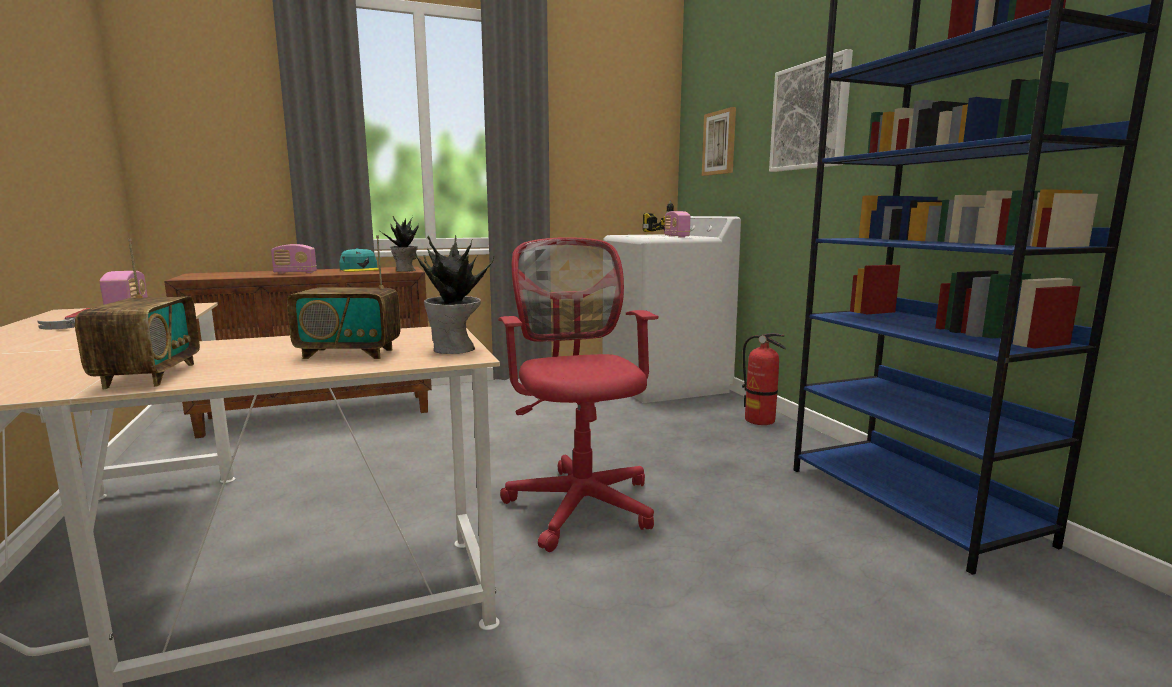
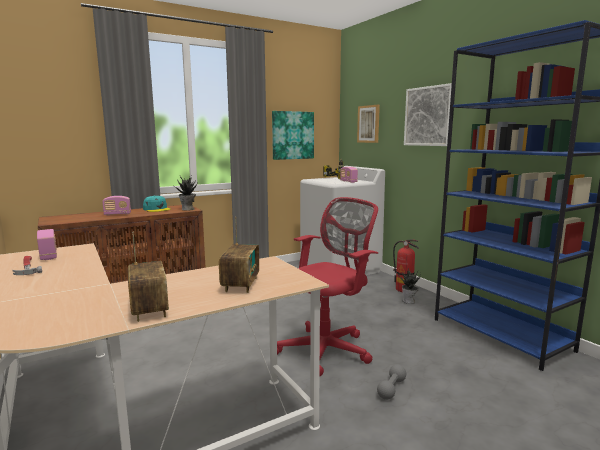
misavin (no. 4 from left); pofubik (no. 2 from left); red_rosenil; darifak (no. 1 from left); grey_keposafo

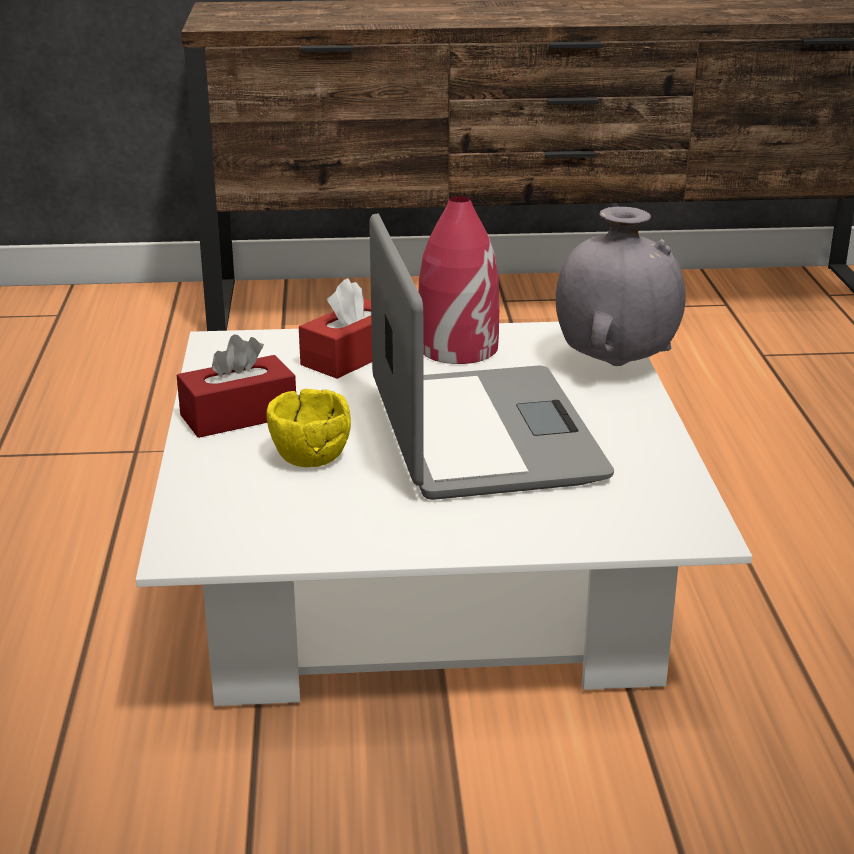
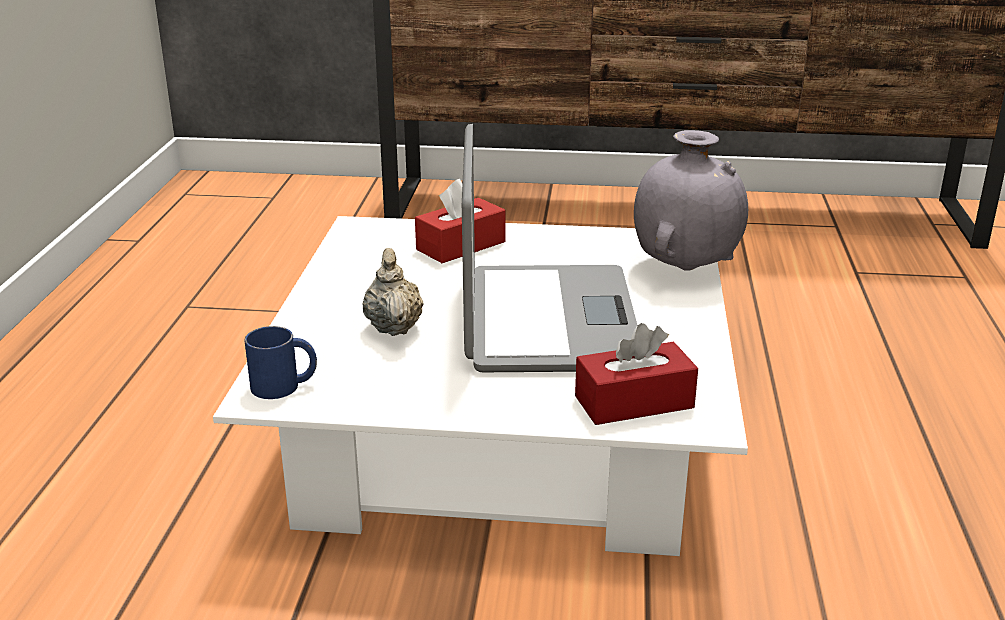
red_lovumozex (no. 2 from left); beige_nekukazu; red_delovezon; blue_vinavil

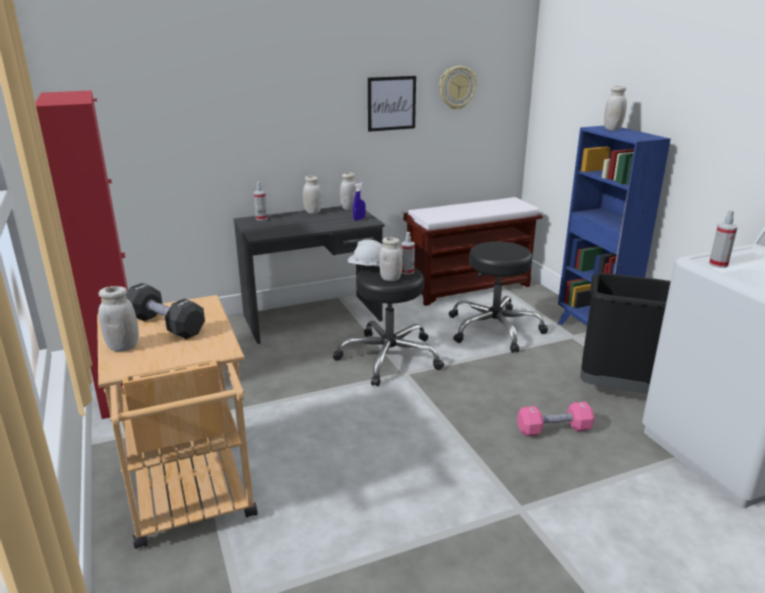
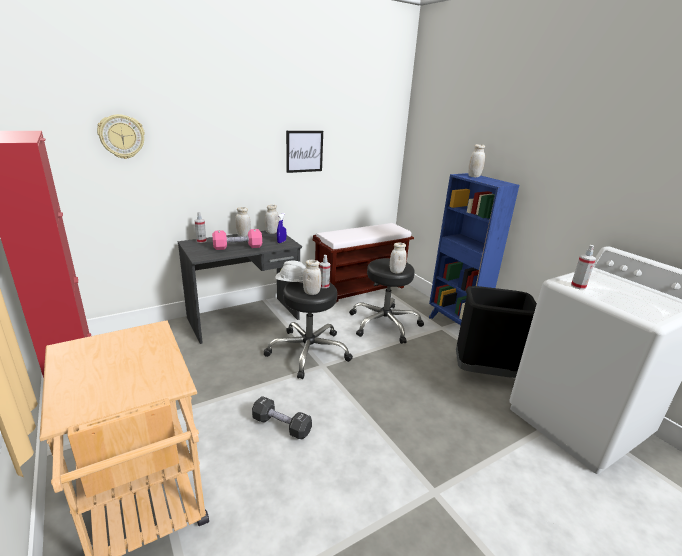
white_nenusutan (no. 4 from left); black_keposafo; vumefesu; pink_keposafo

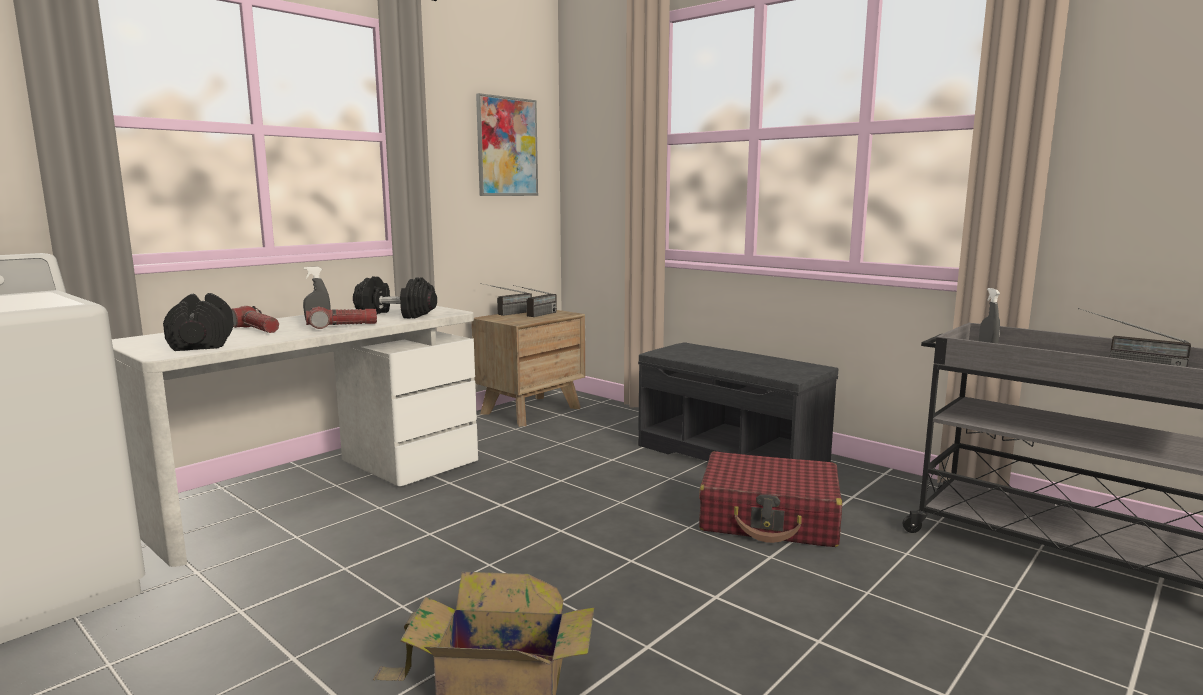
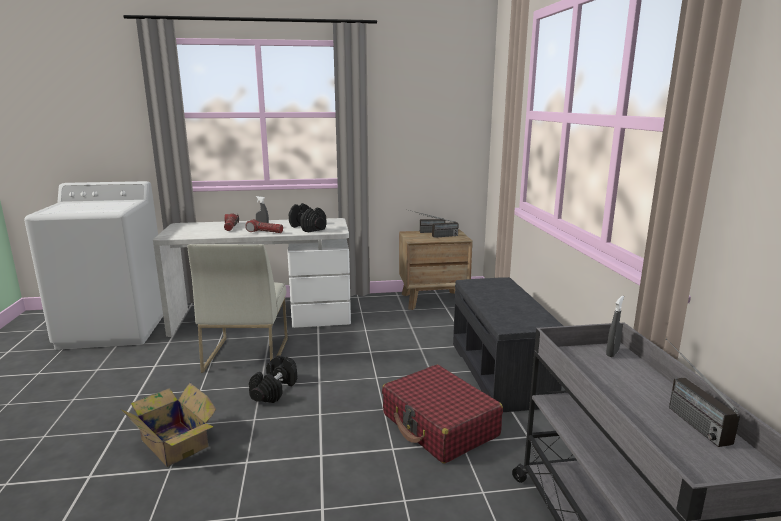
black_keposafo (no. 1 from left); darifak; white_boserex

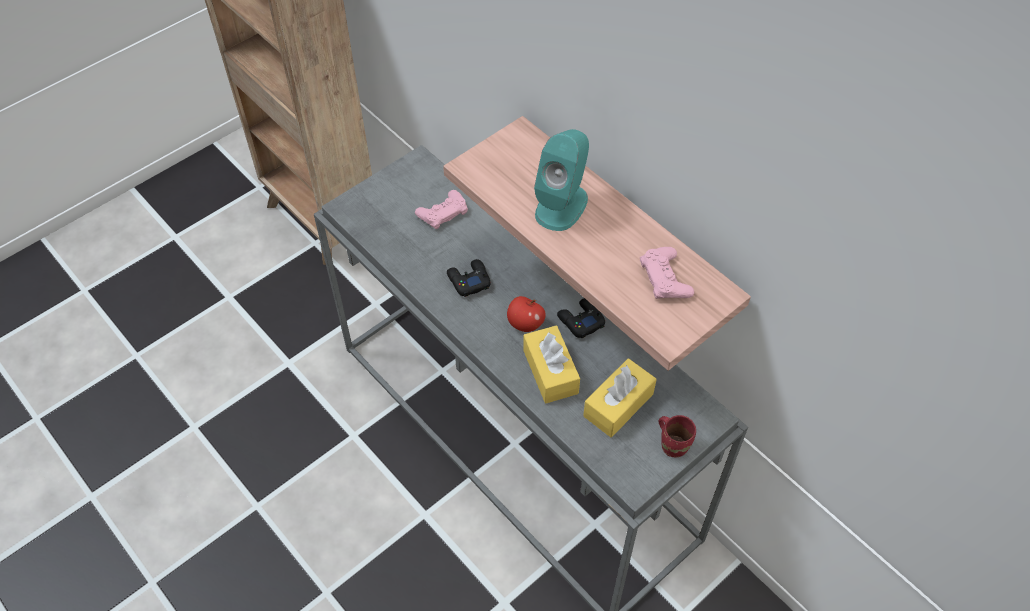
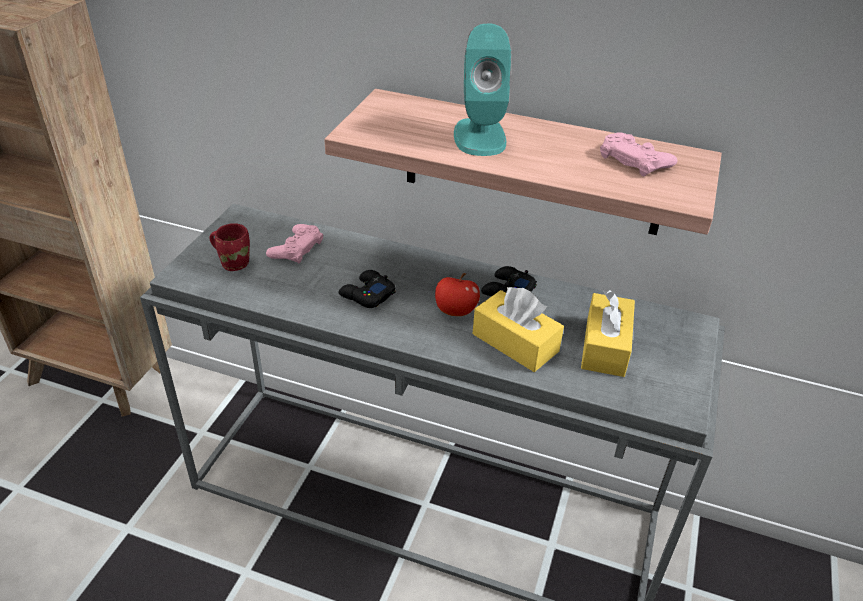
red_vinavil

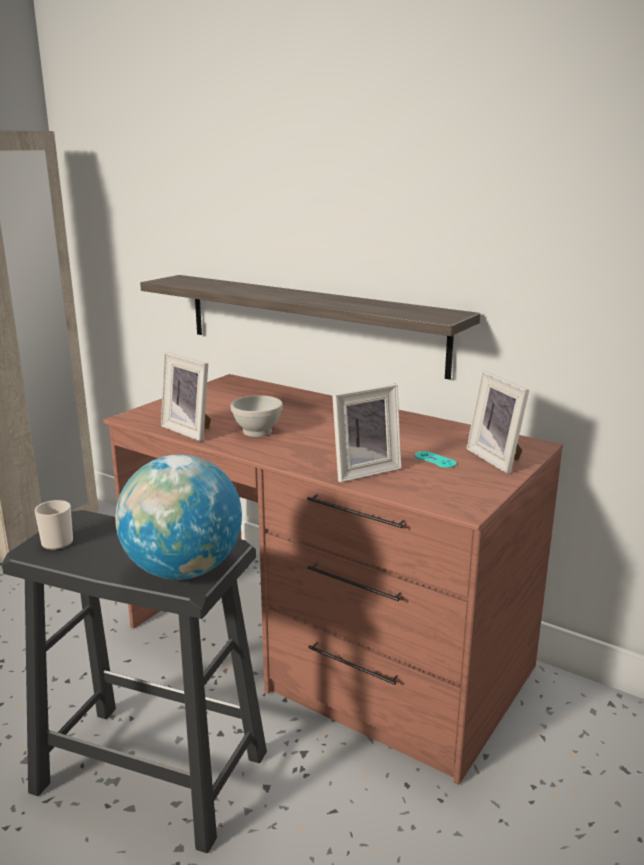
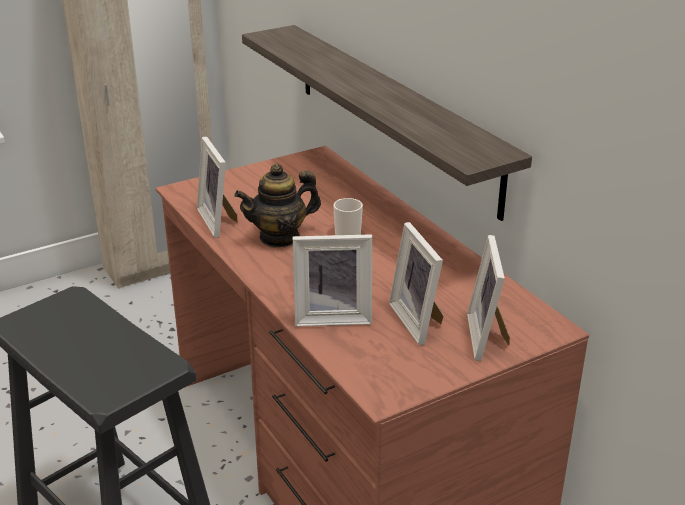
vinavil; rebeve; nekukazu; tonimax (no. 3 from left)

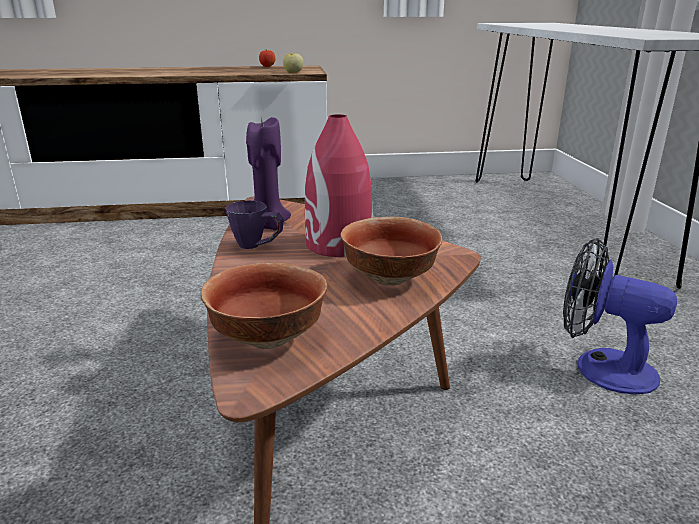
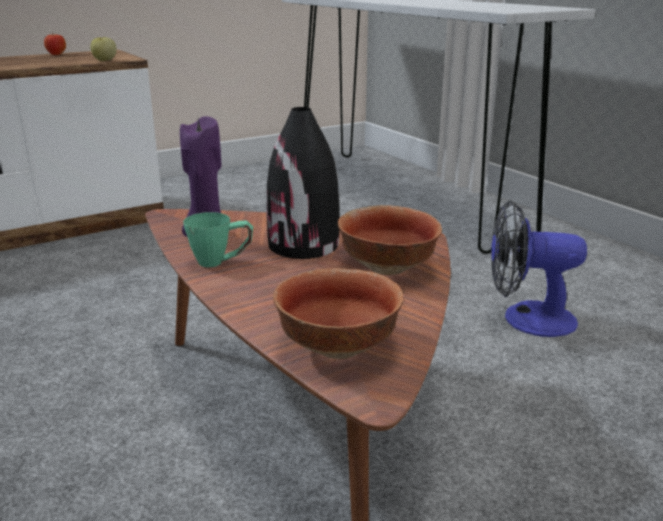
green_vinavil; black_delovezon

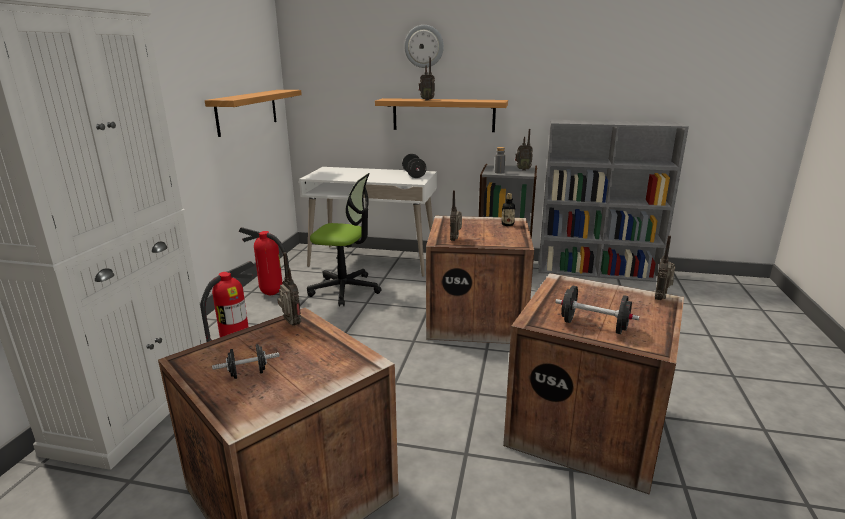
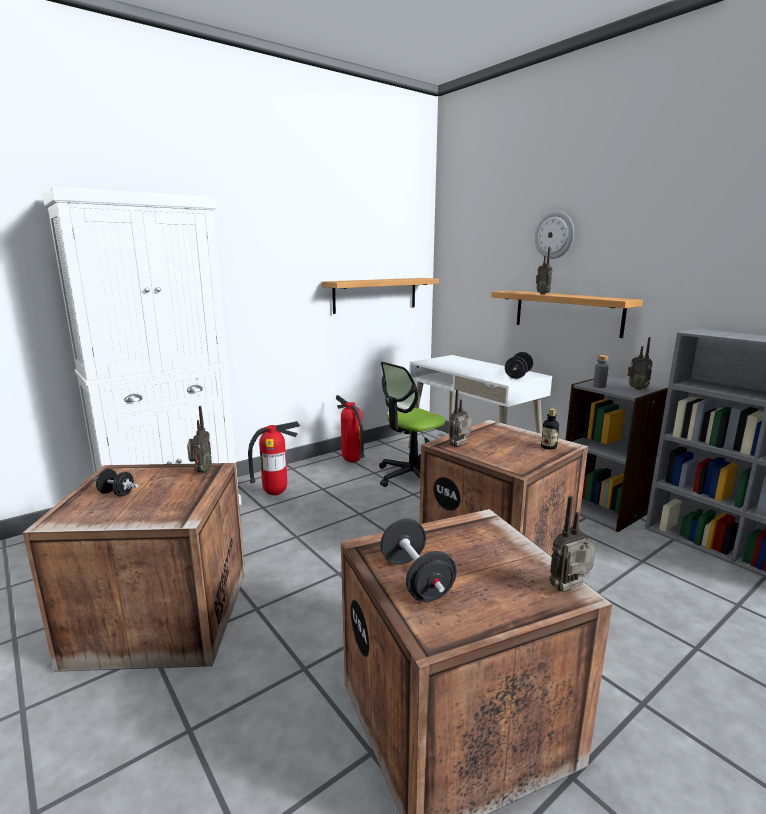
rosenil

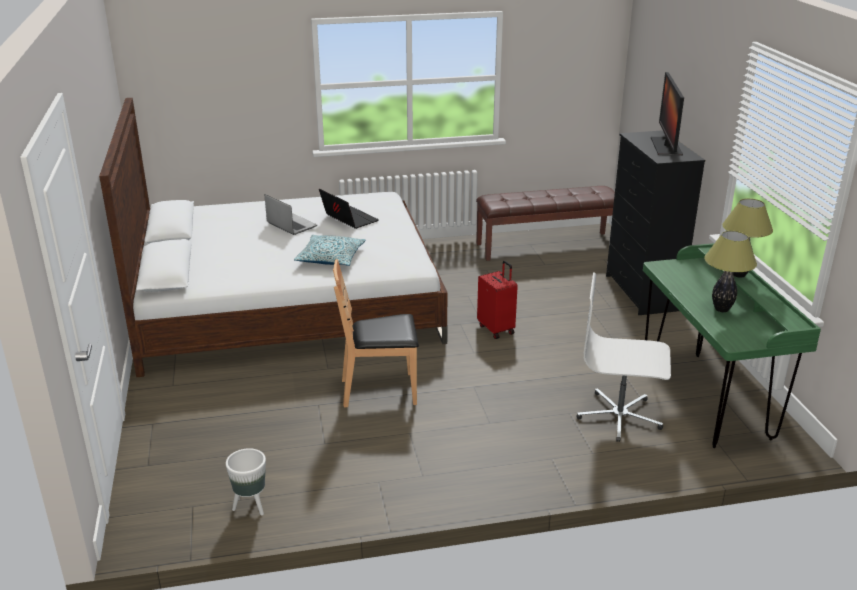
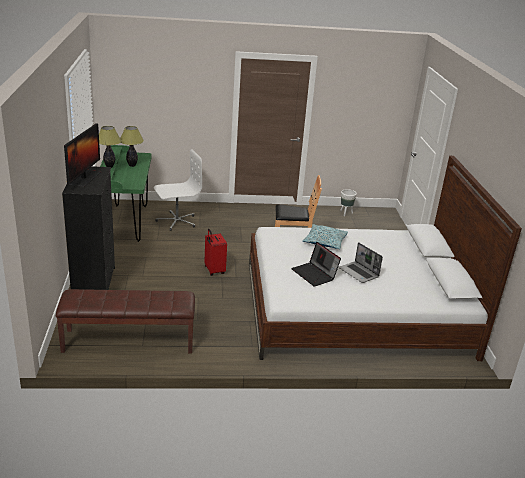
white_rosenil

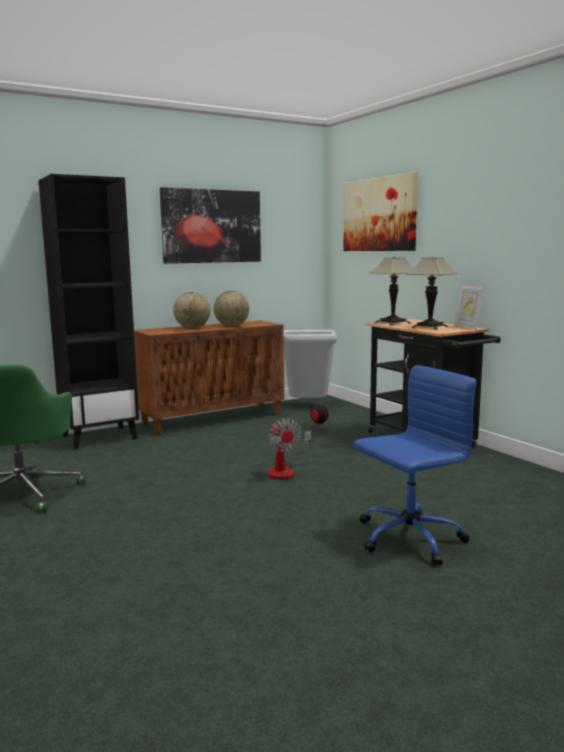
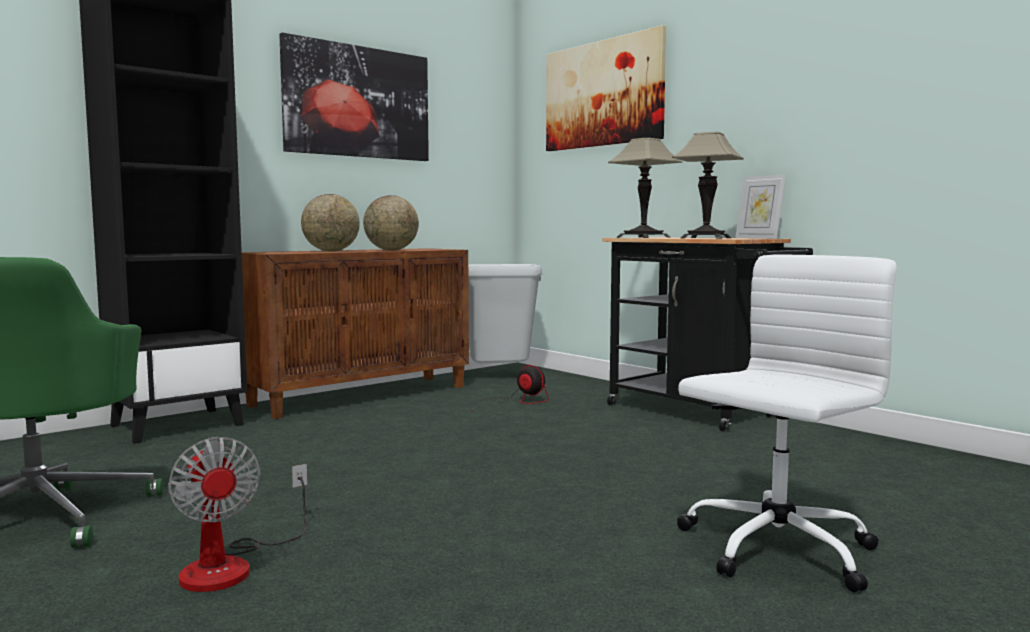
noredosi (no. 1 from left); white_rosenil

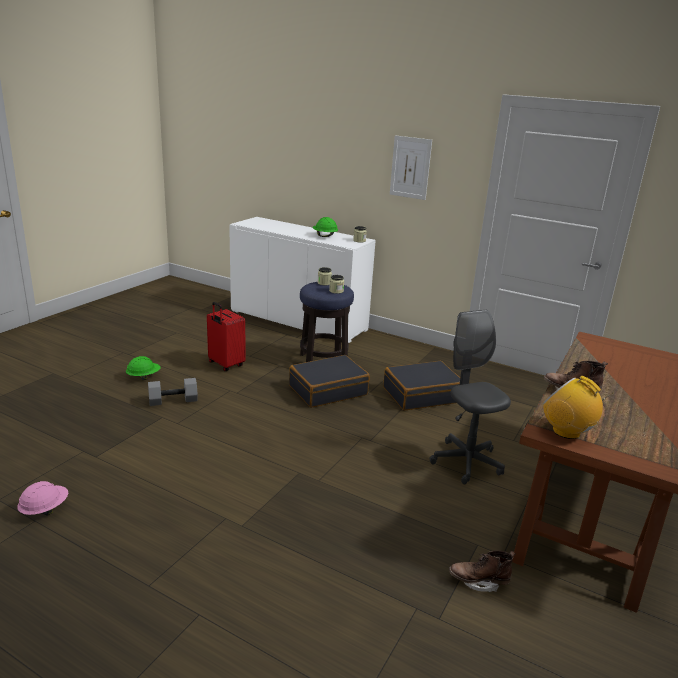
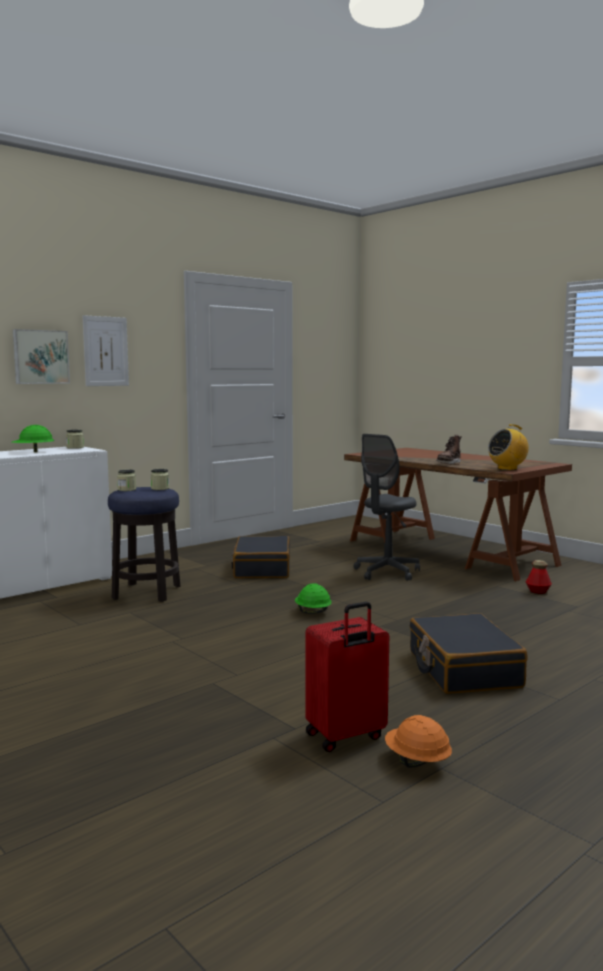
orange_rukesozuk; green_rukesozuk (no. 2 from left); grey_keposafo; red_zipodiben; black_zipodiben (no. 2 from left); grey_rosenil; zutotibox; darifak (no. 1 from left)

